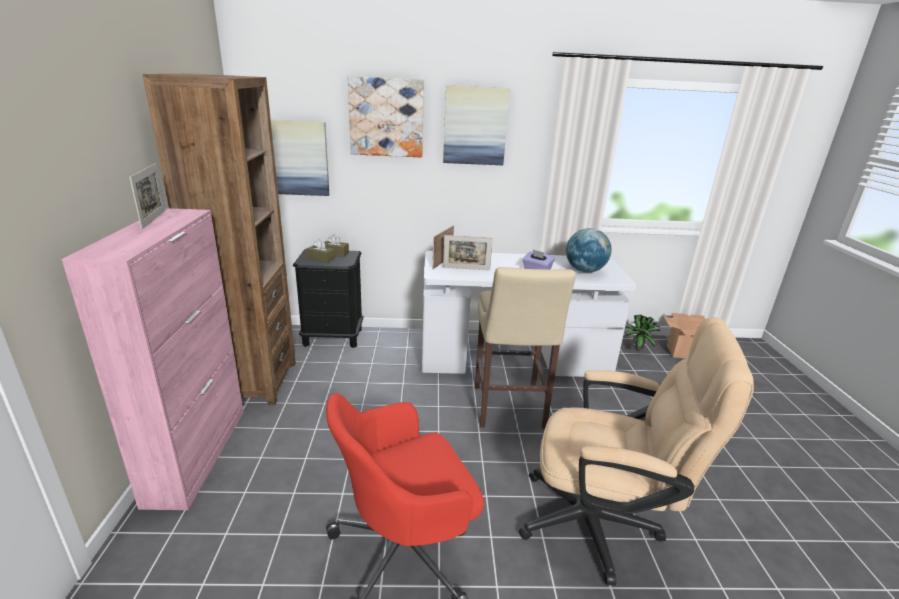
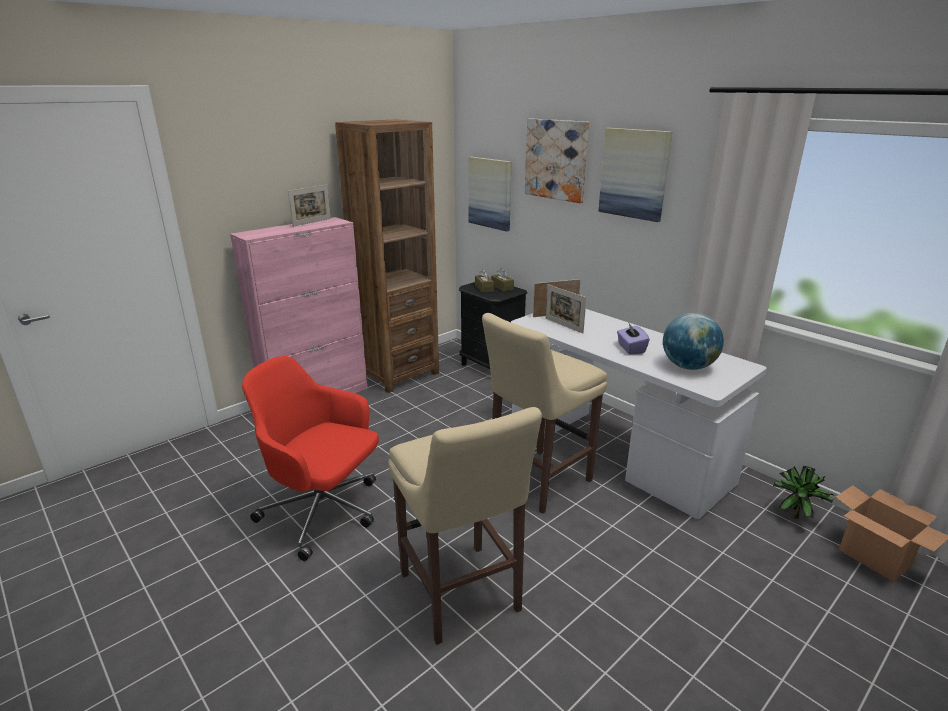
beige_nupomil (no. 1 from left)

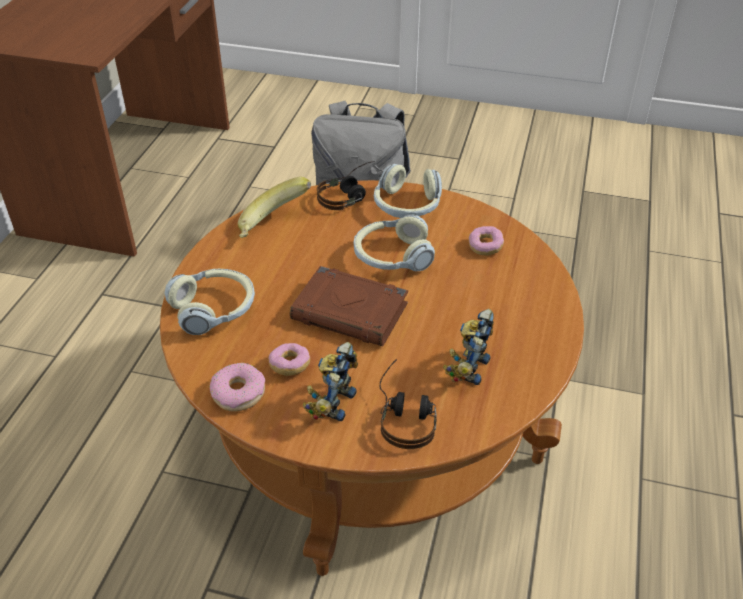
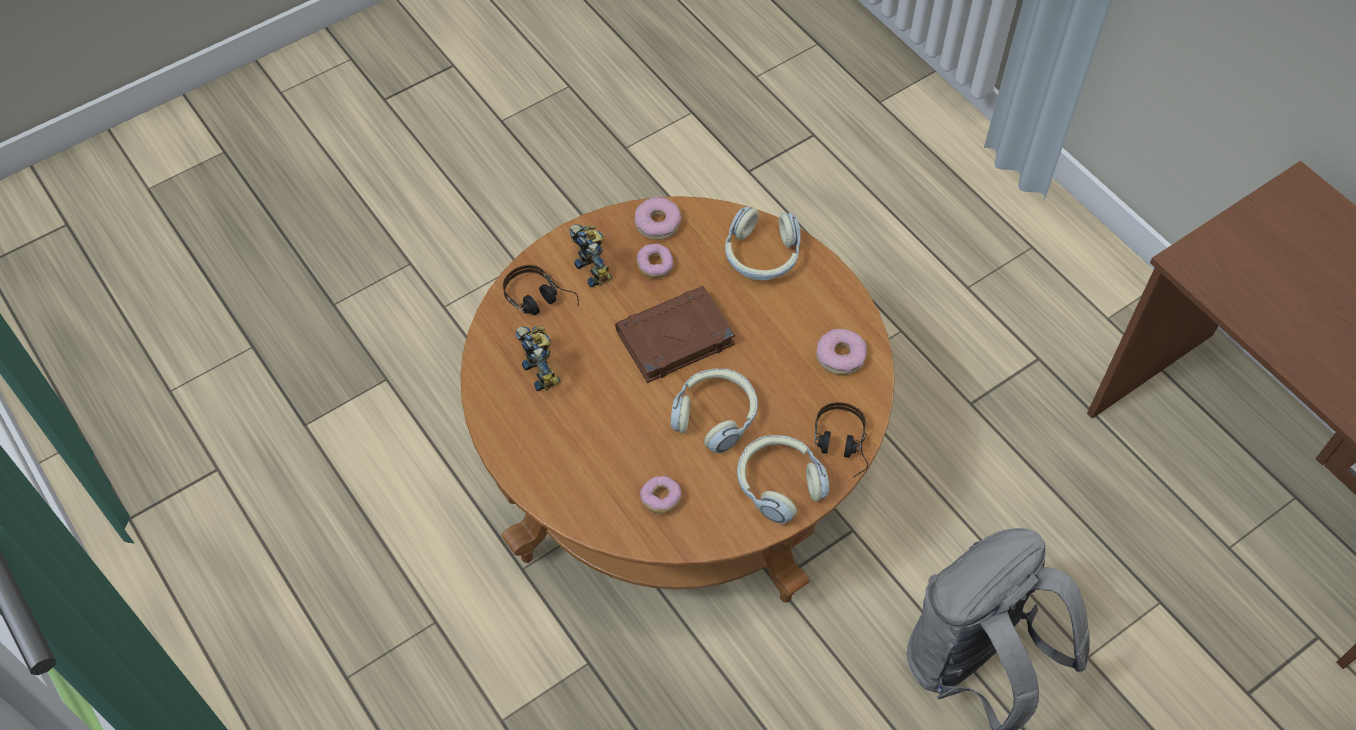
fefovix (no. 4 from left)

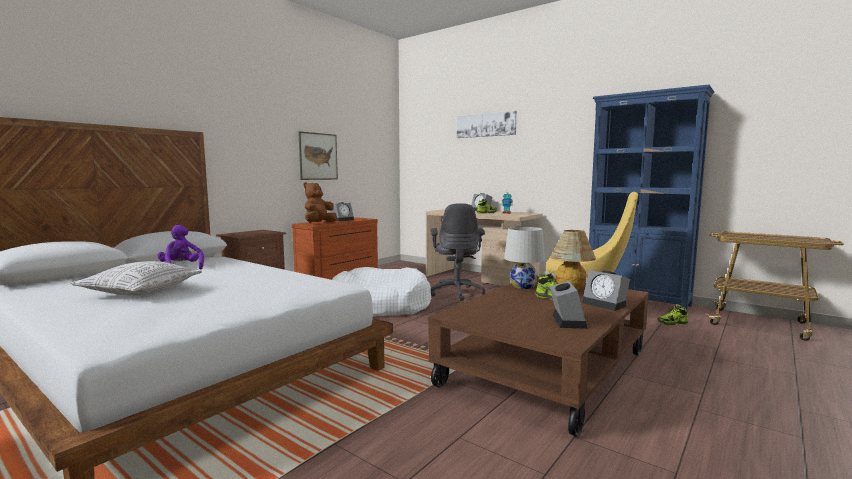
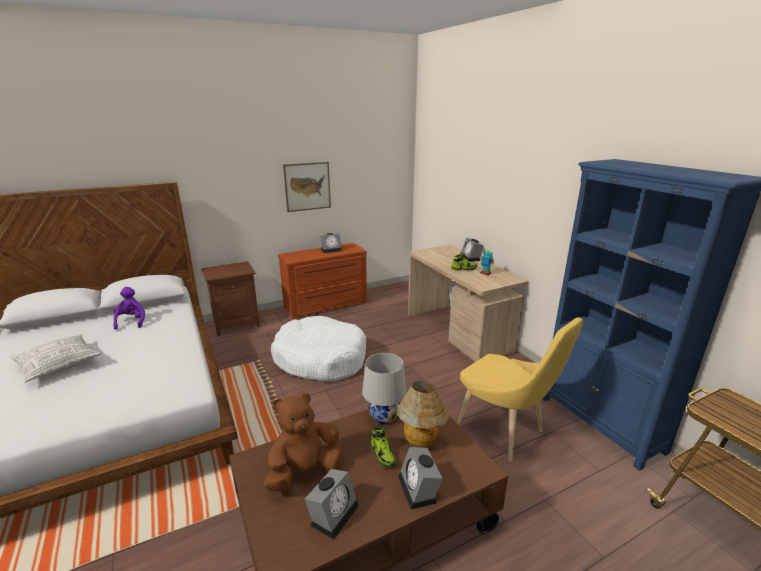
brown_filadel; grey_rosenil; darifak (no. 2 from left in the first image); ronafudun (no. 3 from left in the first image)

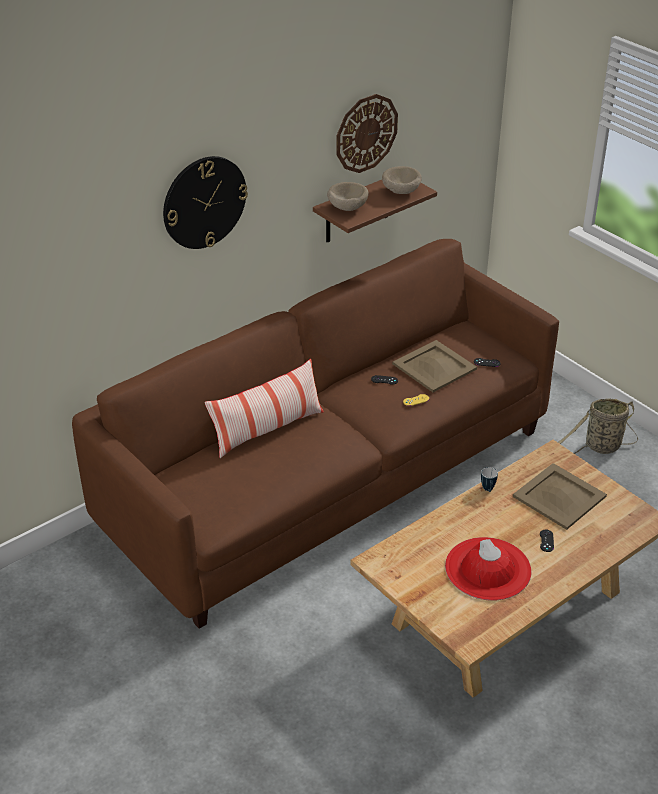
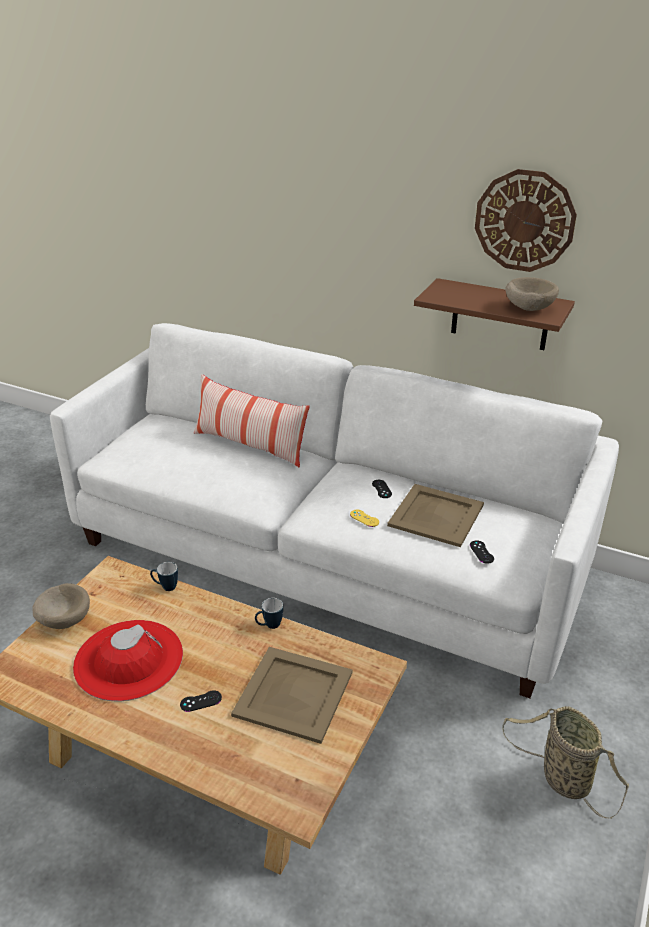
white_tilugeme; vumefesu (no. 1 from left in the first image); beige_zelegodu (no. 1 from left); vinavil (no. 1 from left)

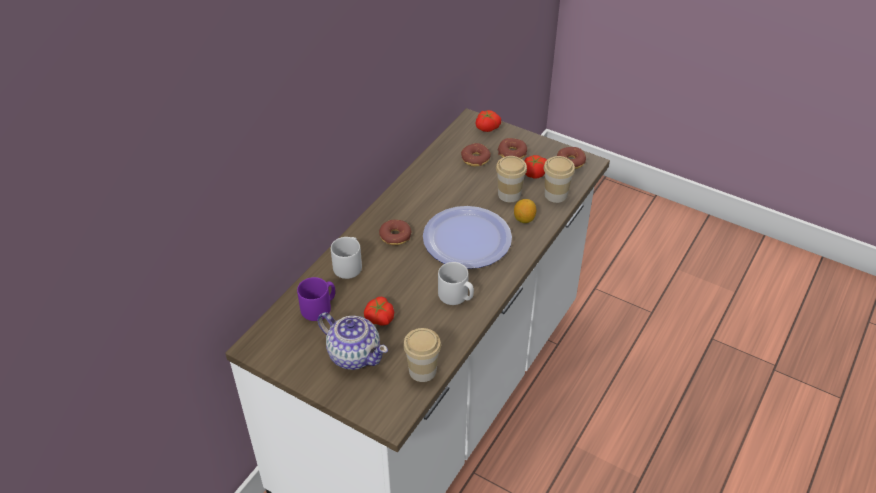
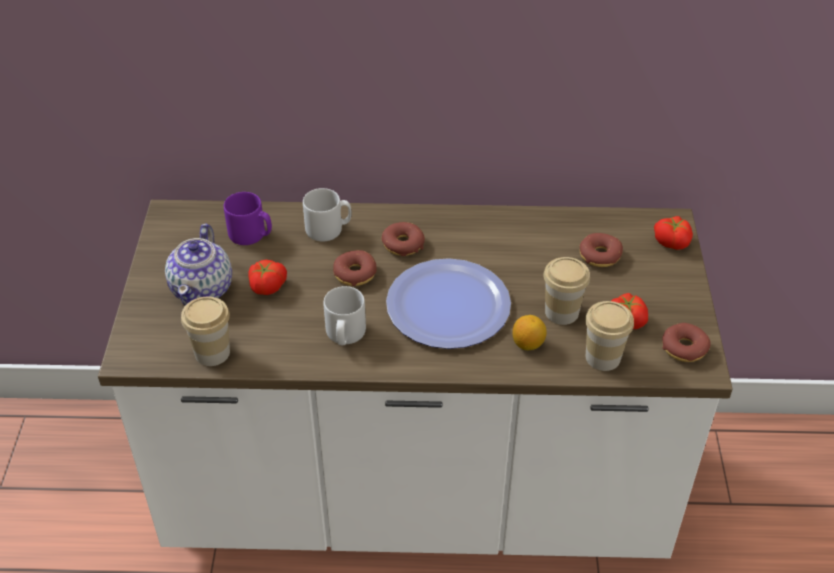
fefovix (no. 1 from left)

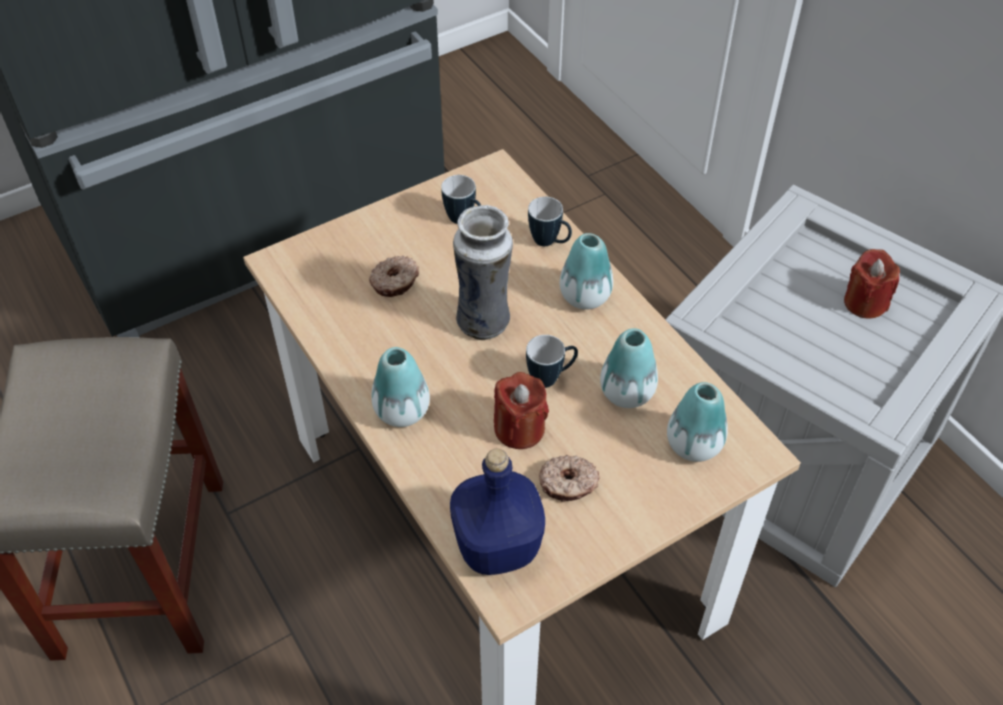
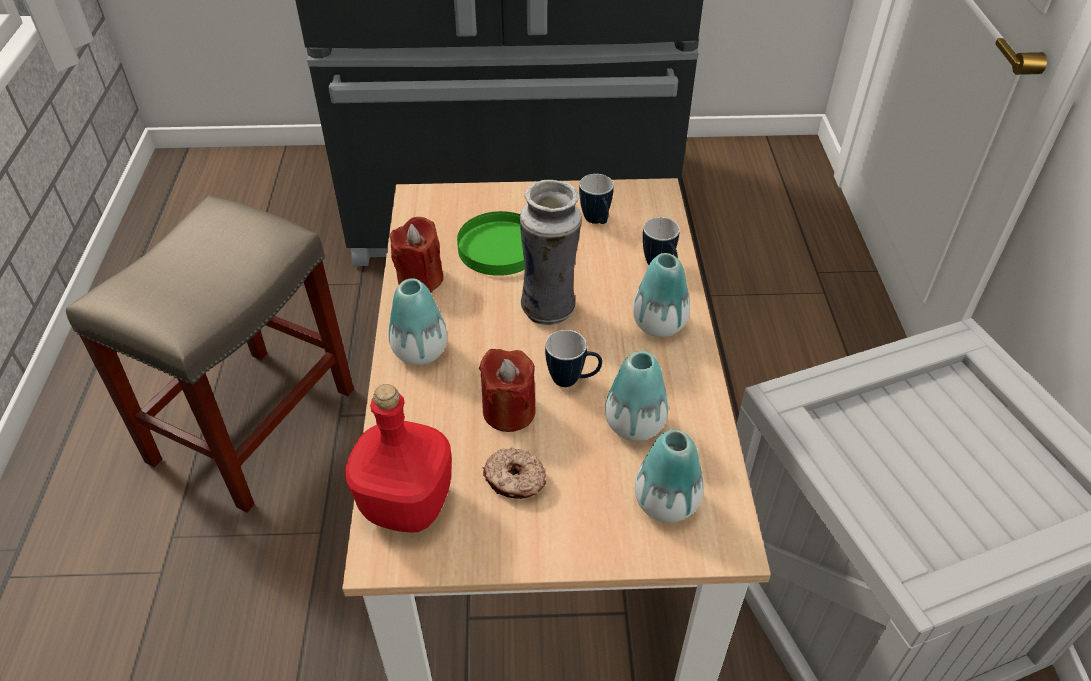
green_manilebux; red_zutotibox; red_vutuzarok (no. 1 from left)

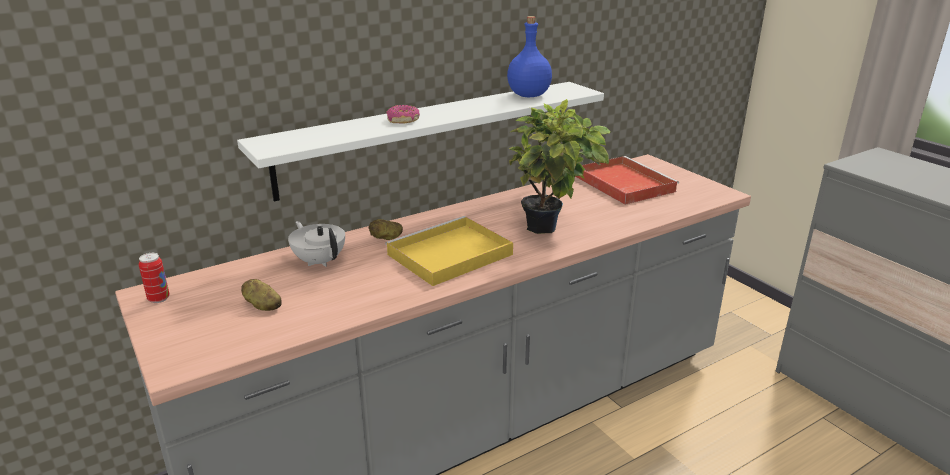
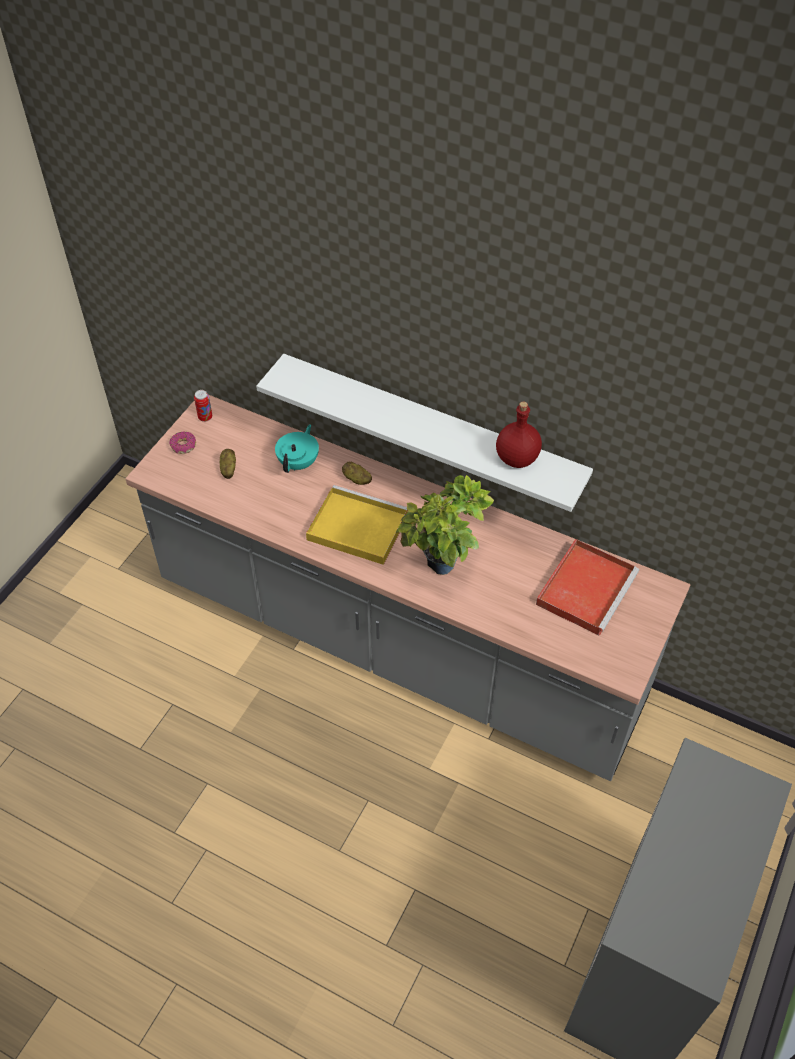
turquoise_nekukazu; fefovix; red_zutotibox

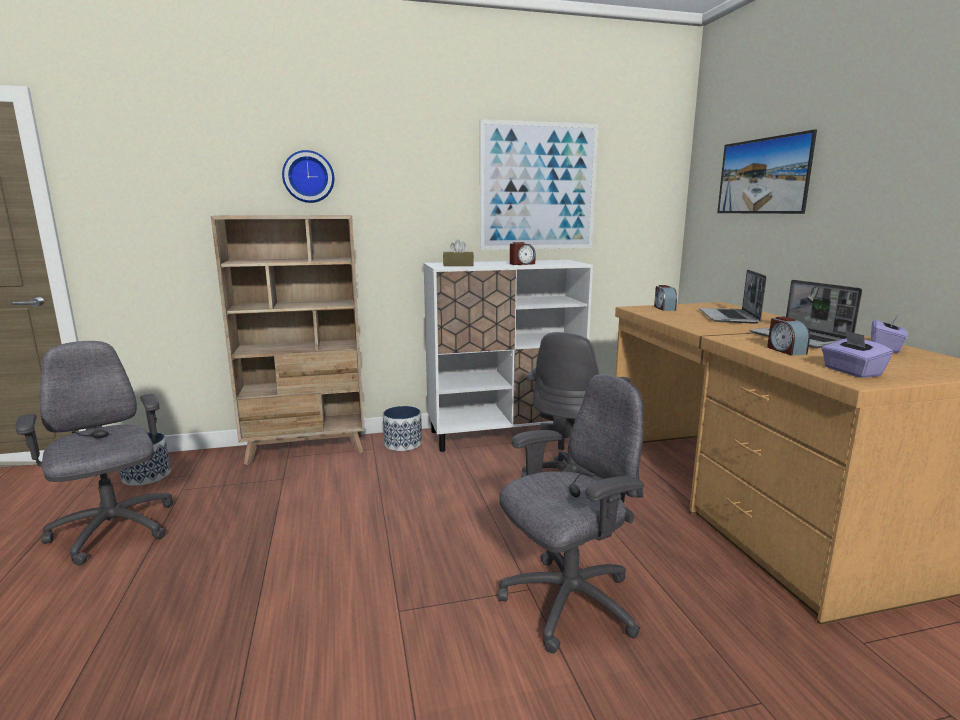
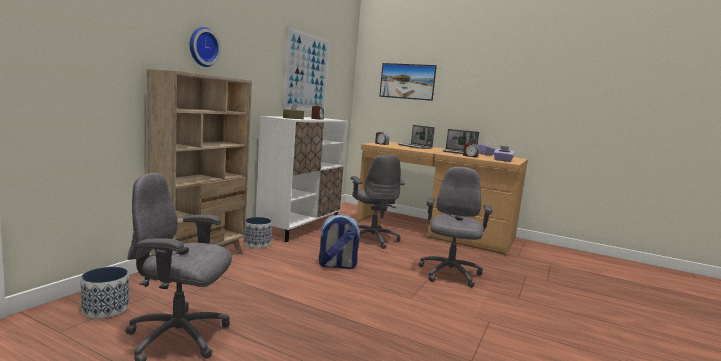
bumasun

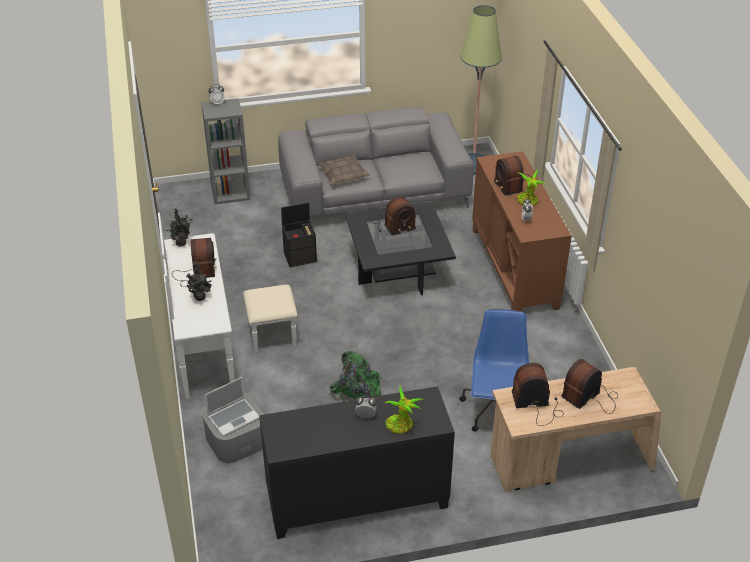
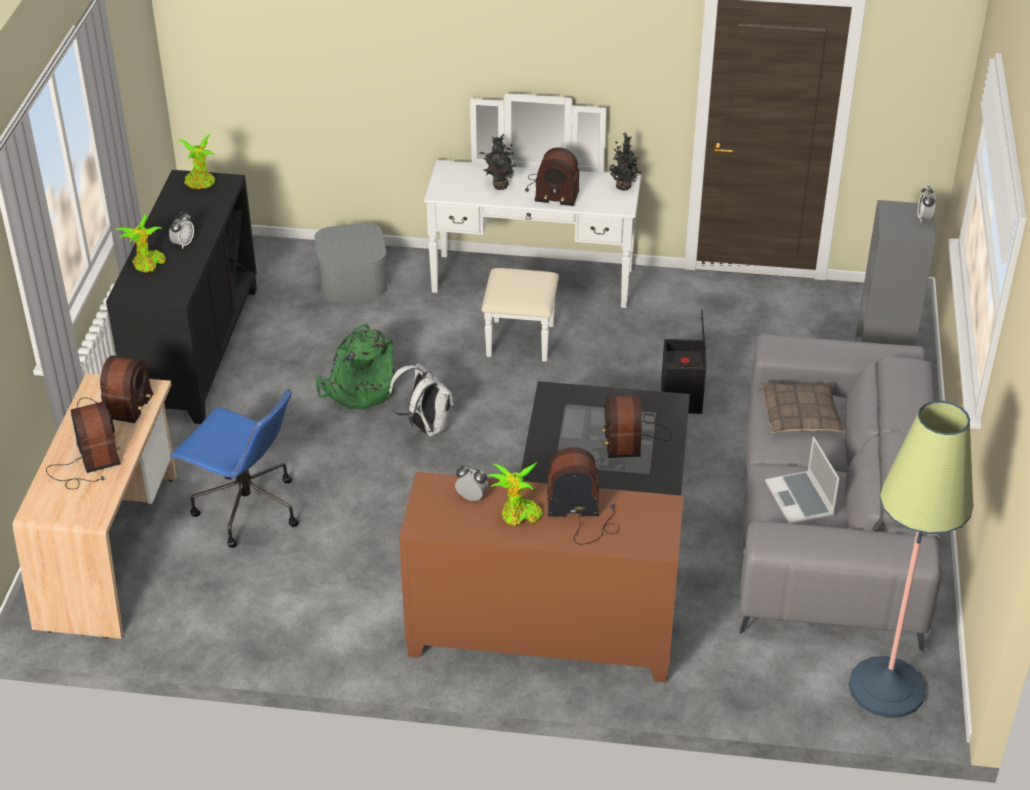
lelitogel; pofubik (no. 2 from left); white_bumasun

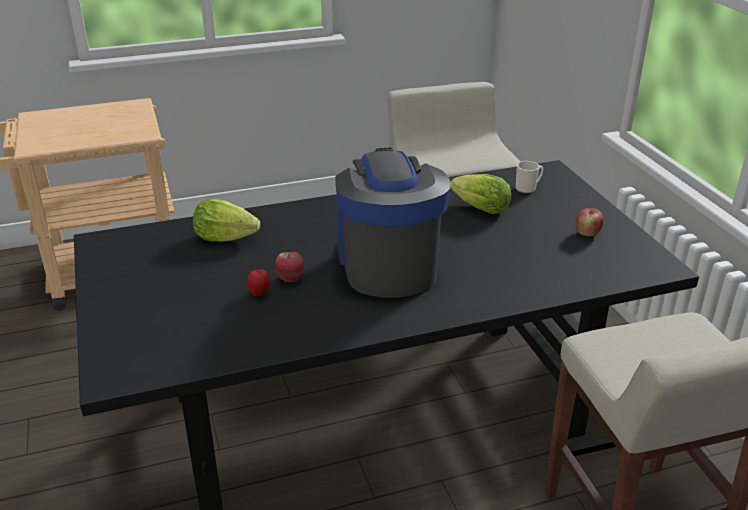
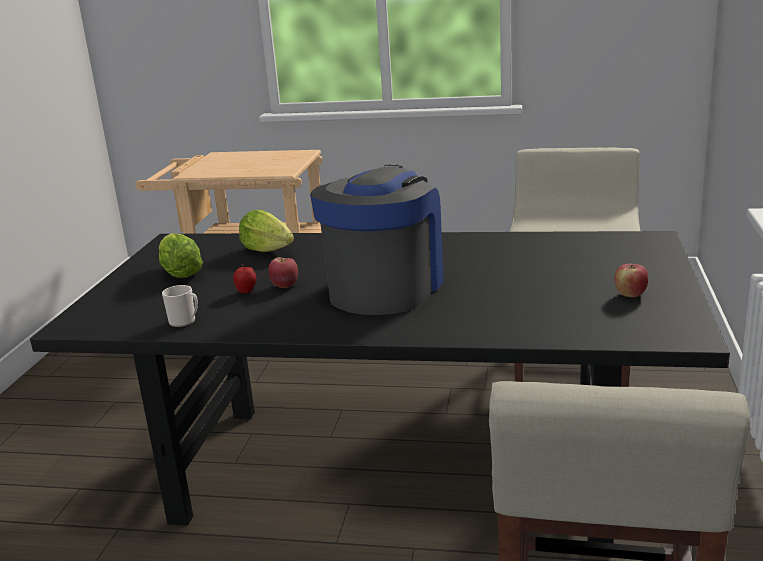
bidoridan (no. 1 from left); vinavil

